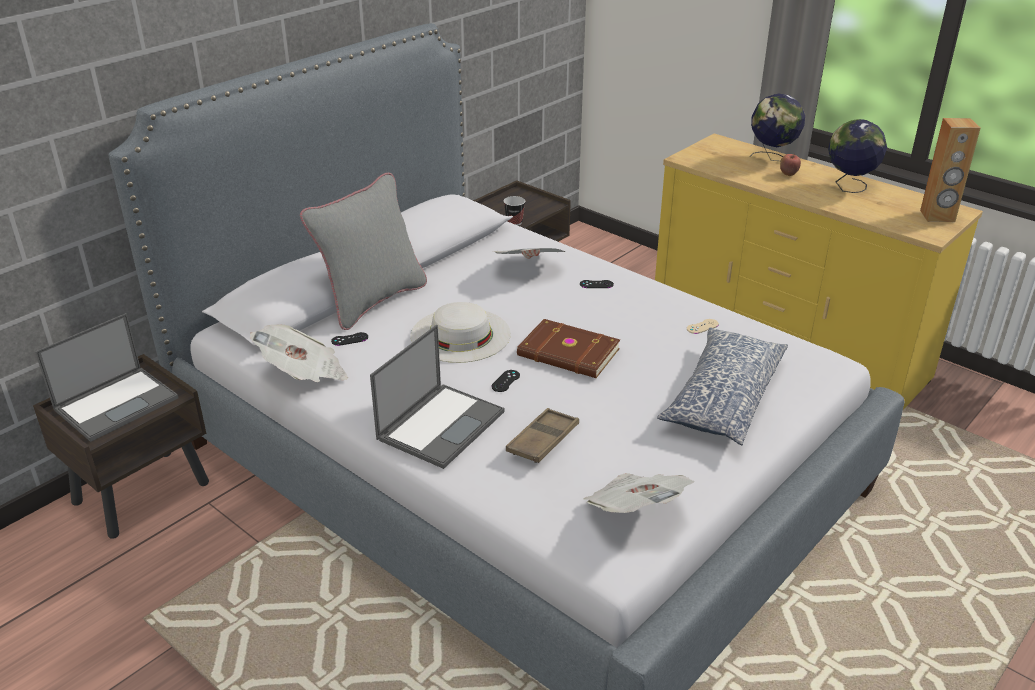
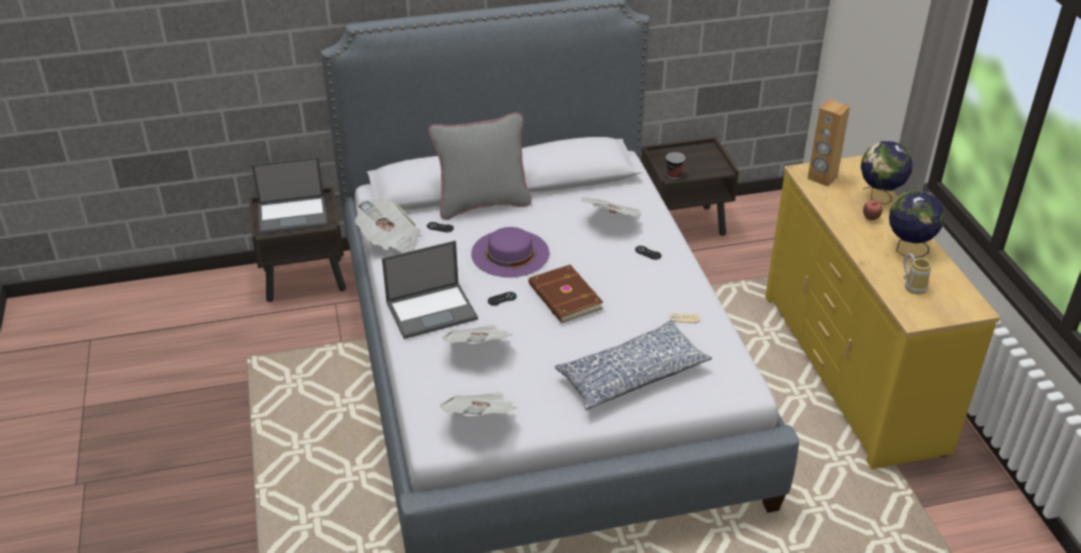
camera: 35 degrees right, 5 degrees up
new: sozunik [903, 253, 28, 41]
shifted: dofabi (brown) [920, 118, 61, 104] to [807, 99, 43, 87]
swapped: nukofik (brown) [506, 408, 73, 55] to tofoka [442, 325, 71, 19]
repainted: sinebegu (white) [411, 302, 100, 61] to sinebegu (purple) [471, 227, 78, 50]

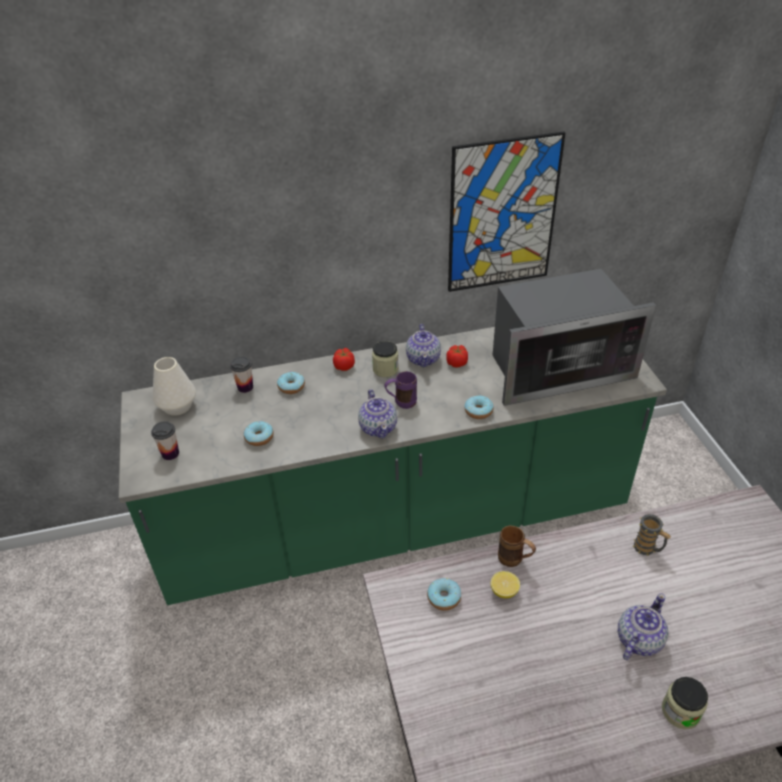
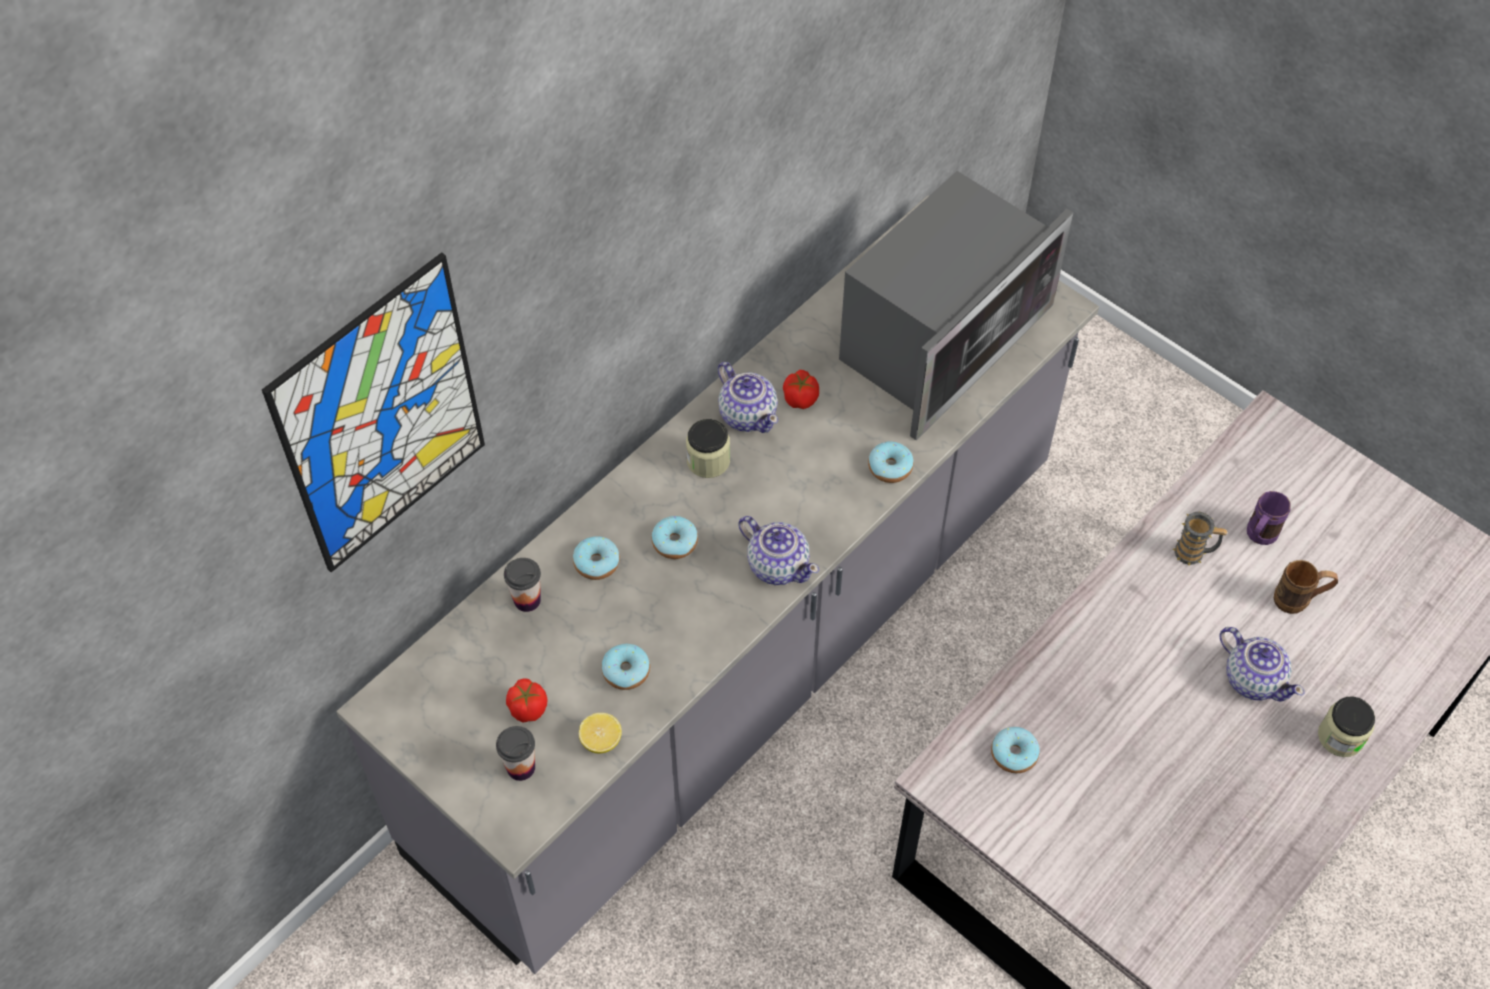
camera: 35 degrees left, 15 degrees up
gone: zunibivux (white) [152, 357, 44, 59]
new: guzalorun [652, 516, 46, 43]
shifted: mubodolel [333, 348, 22, 23] to [506, 678, 41, 45]; sozunik (purple) [384, 371, 33, 38] to [1247, 491, 44, 54]; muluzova [448, 131, 117, 161] to [262, 252, 223, 320]; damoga [491, 571, 29, 27] to [579, 713, 43, 41]; sozunik (brown) [498, 525, 38, 42] to [1274, 560, 64, 54]
repainted: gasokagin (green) [119, 327, 548, 278] to gasokagin (grey) [336, 196, 763, 778]
rotated: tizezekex [618, 593, 50, 67] = [1220, 627, 84, 75] 135 degrees clockwise

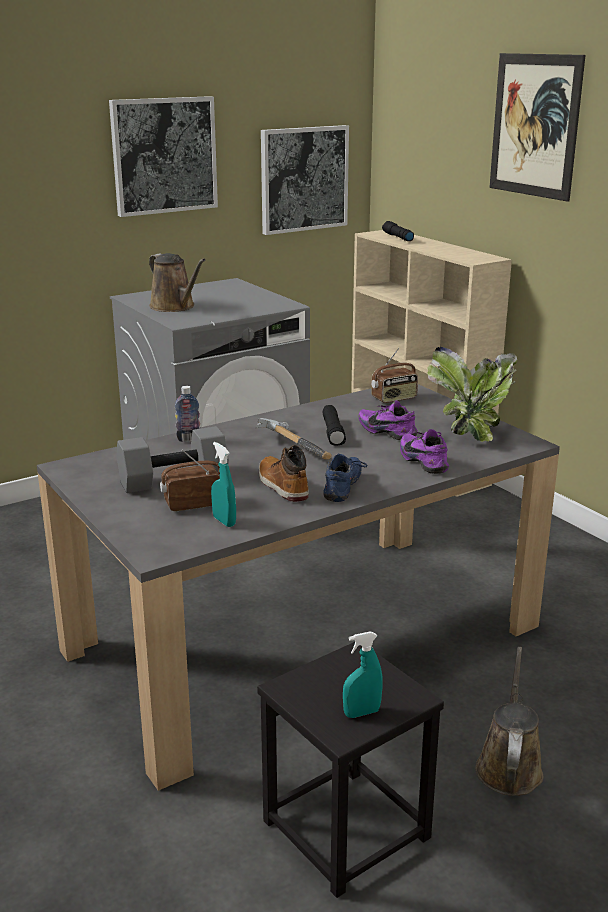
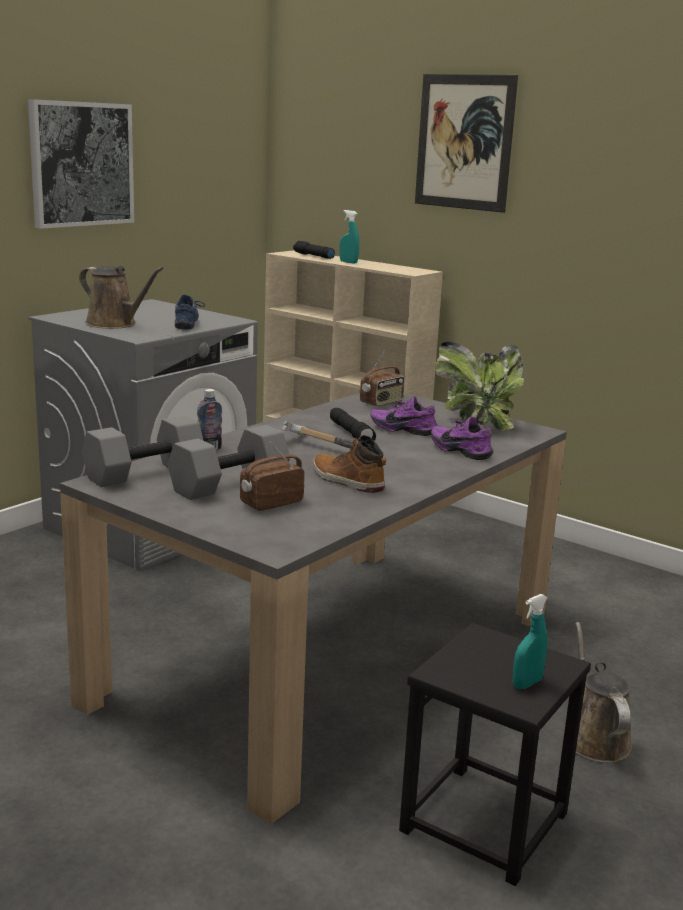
camera: 20 degrees left, 5 degrees down
gone: muluzova [261, 125, 88, 110]
new: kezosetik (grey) [82, 416, 122, 71]
shifted: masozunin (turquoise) [211, 442, 25, 85] to [339, 210, 20, 53]; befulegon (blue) [323, 453, 44, 49] to [175, 294, 30, 36]

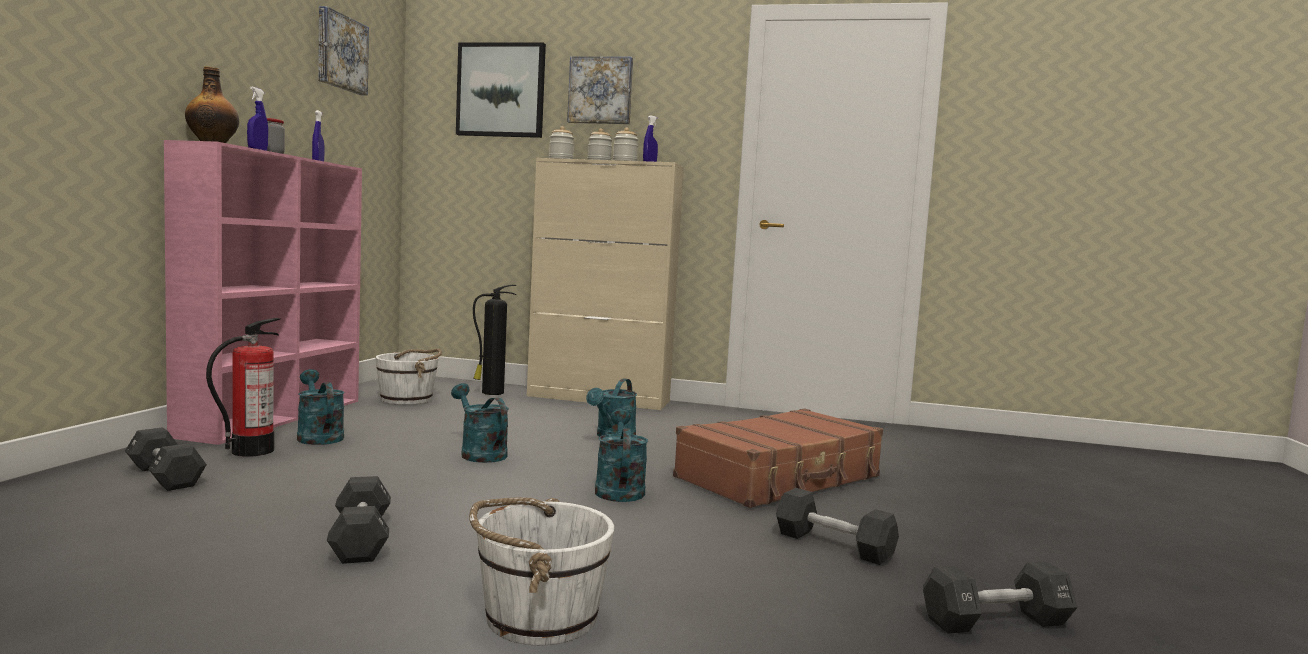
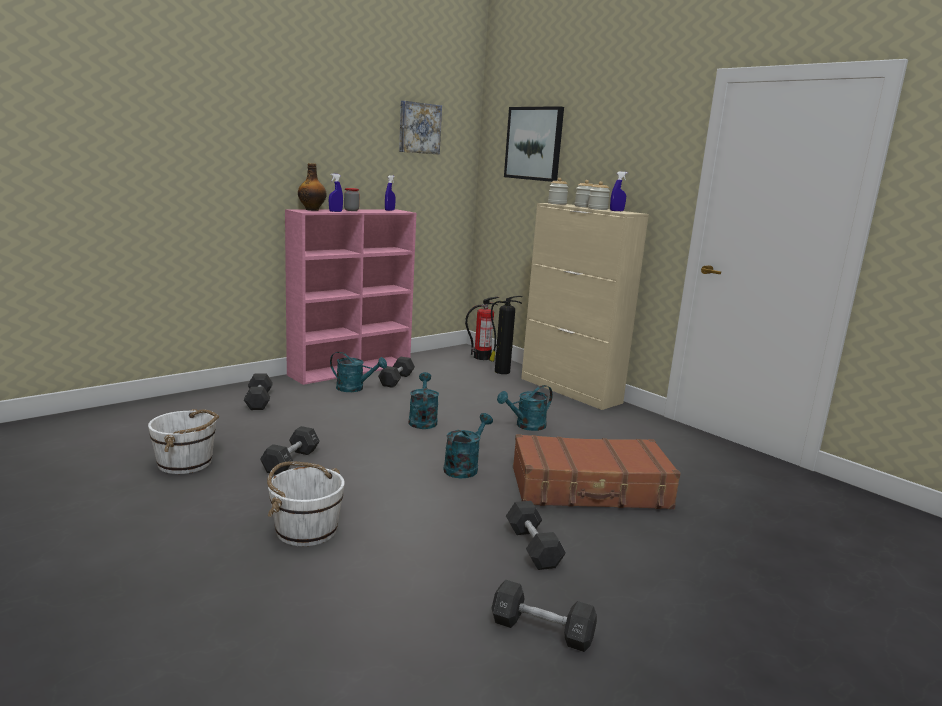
camera: 35 degrees right, 10 degrees up
gone: muluzova [567, 56, 66, 68]
new: kezosetik (black) [378, 357, 37, 31]
shifted: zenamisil [206, 318, 75, 139] to [465, 297, 34, 63]; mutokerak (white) [375, 349, 67, 56] to [148, 409, 71, 65]
rotated: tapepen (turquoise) [297, 369, 48, 76] = [330, 352, 57, 40] 105 degrees clockwise

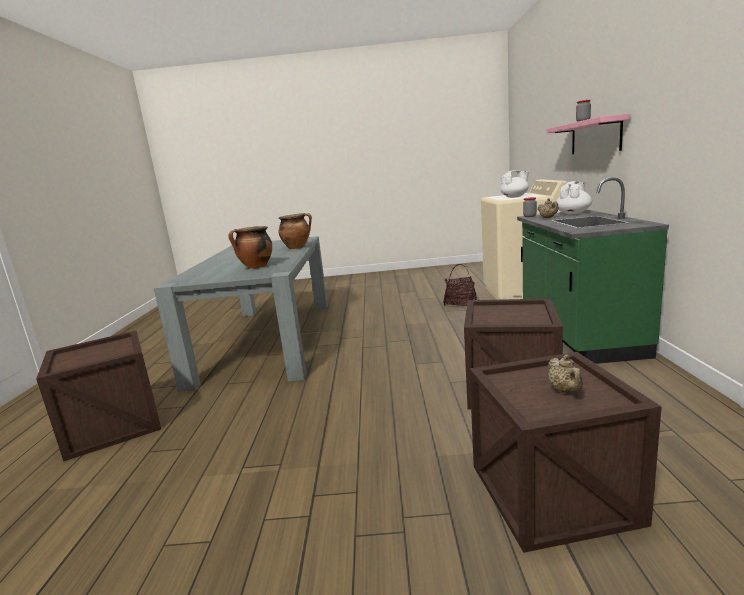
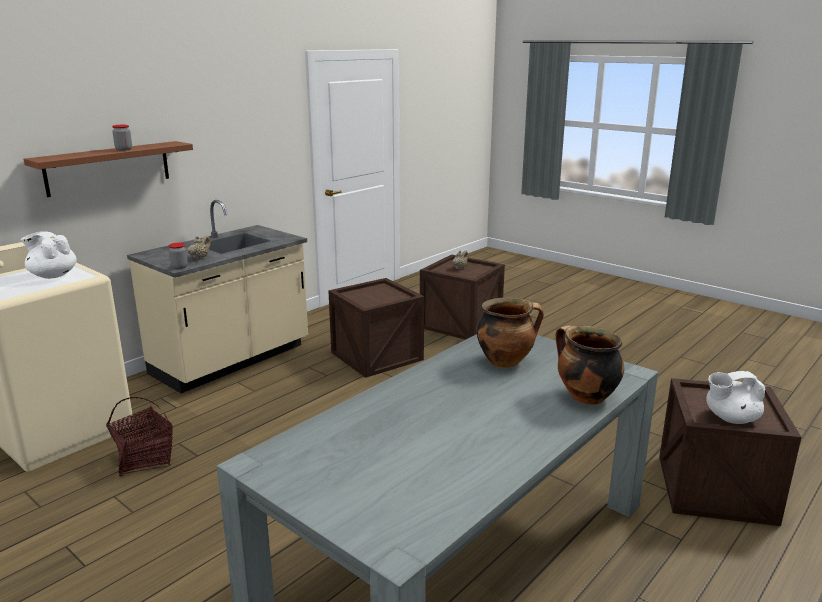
camera: 140 degrees left, 5 degrees up
shifted: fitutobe [278, 213, 34, 36] to [556, 325, 68, 80]; tizezekex (white) [557, 181, 35, 33] to [706, 371, 59, 53]
repainted: gasokagin (green) [517, 177, 152, 187] to gasokagin (beige) [127, 200, 181, 193]; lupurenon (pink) [547, 113, 83, 41] to lupurenon (brown) [24, 141, 169, 56]

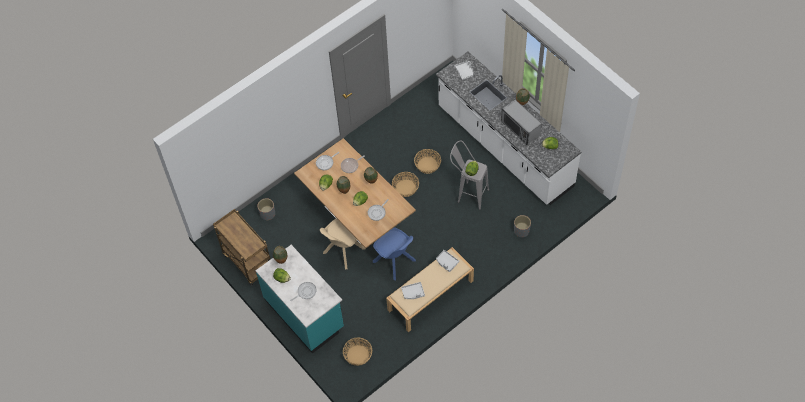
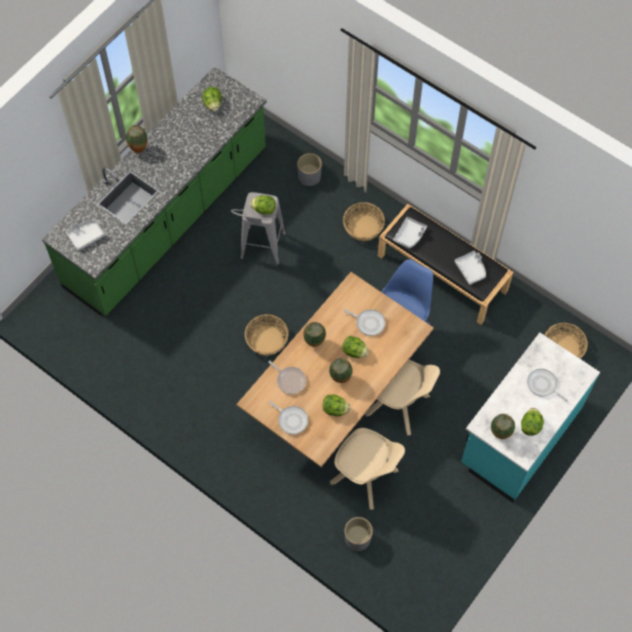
camera: 105 degrees left, 5 degrees up
gone: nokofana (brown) [213, 209, 57, 77]; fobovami [501, 100, 41, 45]
new: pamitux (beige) [330, 428, 75, 82]
shifted: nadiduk [414, 149, 27, 25] to [343, 202, 42, 39]
repainted: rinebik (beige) [386, 247, 88, 85] to rinebik (black) [378, 204, 135, 121]; gasokagin (white) [436, 52, 145, 153] to gasokagin (green) [42, 66, 225, 250]

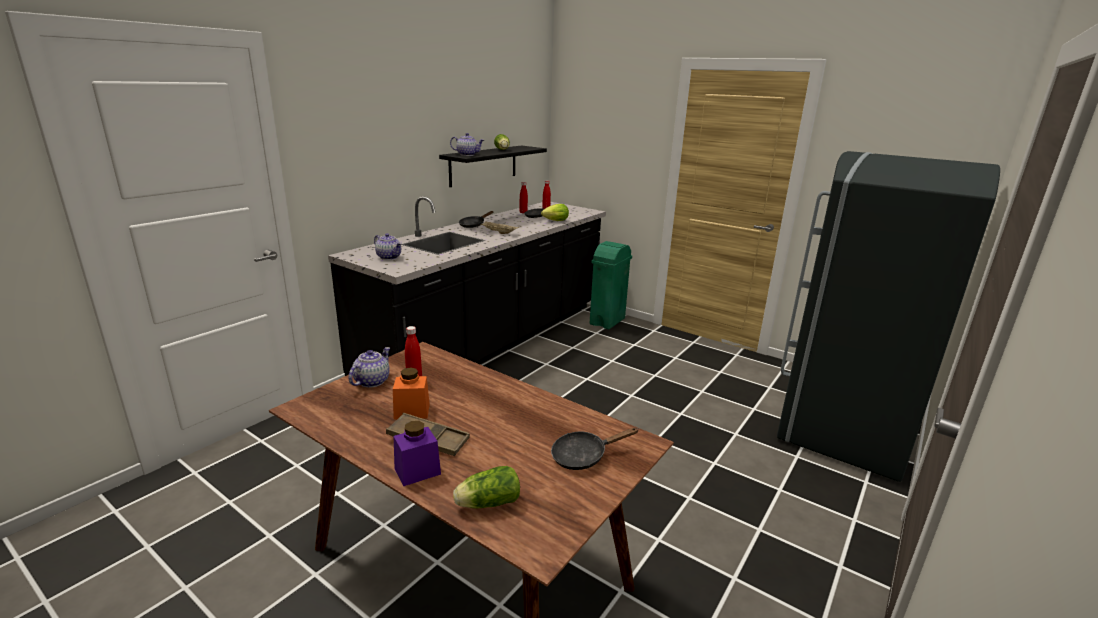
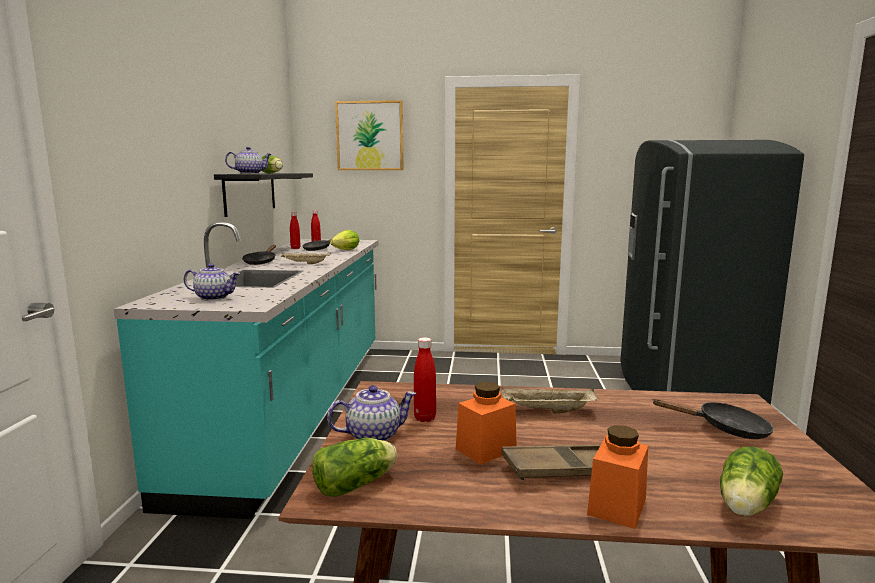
camera: 30 degrees left, 10 degrees down
gone: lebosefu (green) [590, 241, 42, 88]
new: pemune [312, 438, 85, 59]; muluzova [335, 100, 69, 70]; nukofik (beige) [502, 388, 96, 25]
repainted: gasokagin (black) [328, 196, 278, 180] to gasokagin (turquoise) [114, 222, 264, 297]; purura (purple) [394, 421, 47, 65] to purura (orange) [587, 425, 61, 104]
rotated: tizezekex [348, 347, 42, 40] = [327, 385, 89, 56] 75 degrees clockwise; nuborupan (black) [551, 427, 87, 43] = [653, 399, 121, 40] 120 degrees counterclockwise

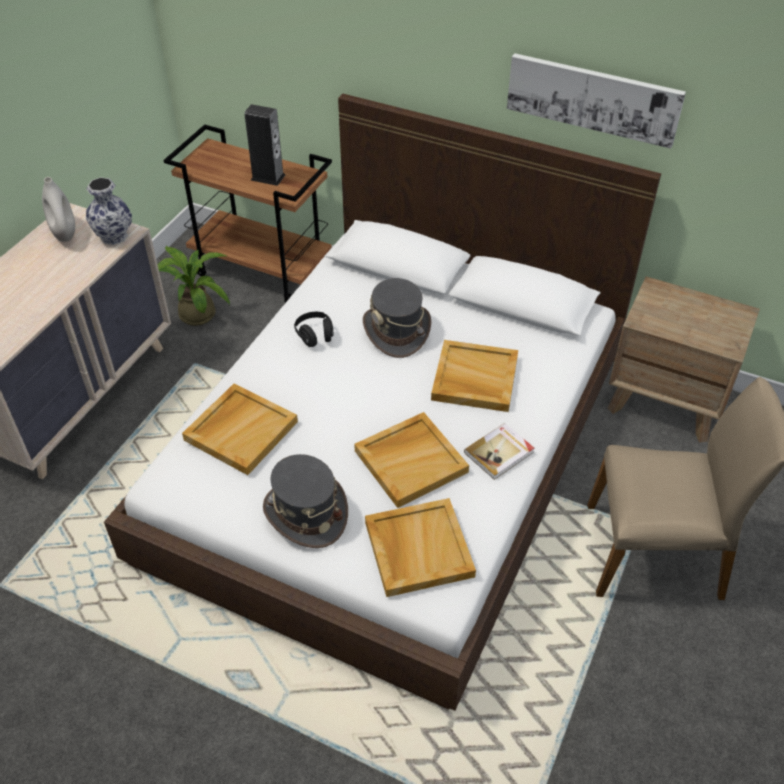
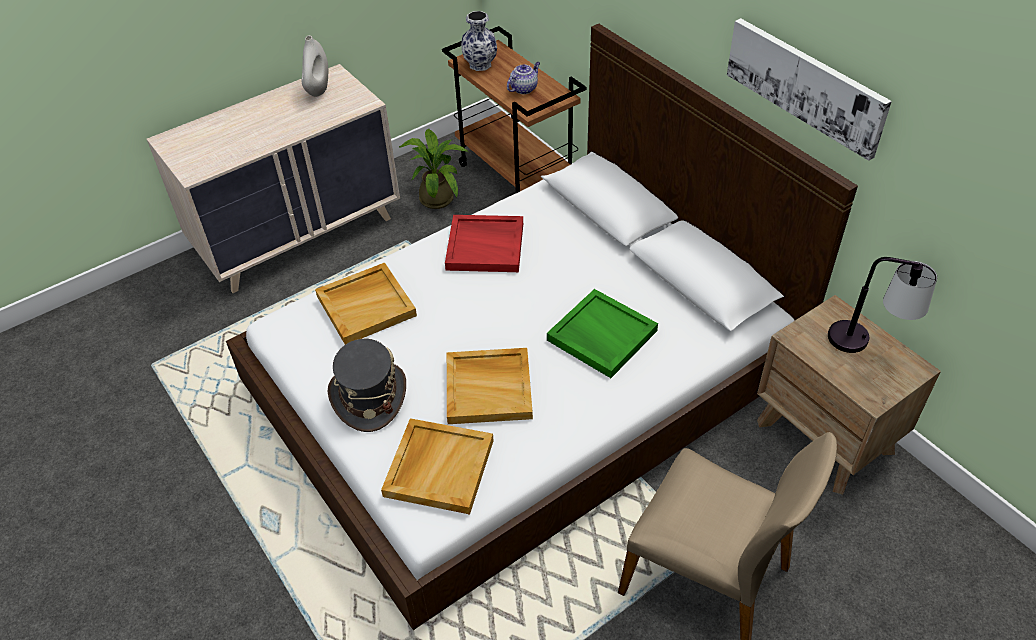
camera: 30 degrees right, 0 degrees up
gone: sinebegu (grey) [363, 278, 68, 80]; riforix [464, 423, 70, 57]
new: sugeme [828, 257, 109, 96]
shifted: zunibivux [86, 177, 46, 68] to [461, 11, 36, 60]
swapped: dofabi [245, 104, 40, 82] to tizezekex [507, 62, 33, 32]; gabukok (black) [294, 312, 40, 35] to nukofik (red) [445, 215, 78, 57]
repainted: nukofik (beige) [431, 340, 87, 72] to nukofik (green) [547, 289, 111, 89]

